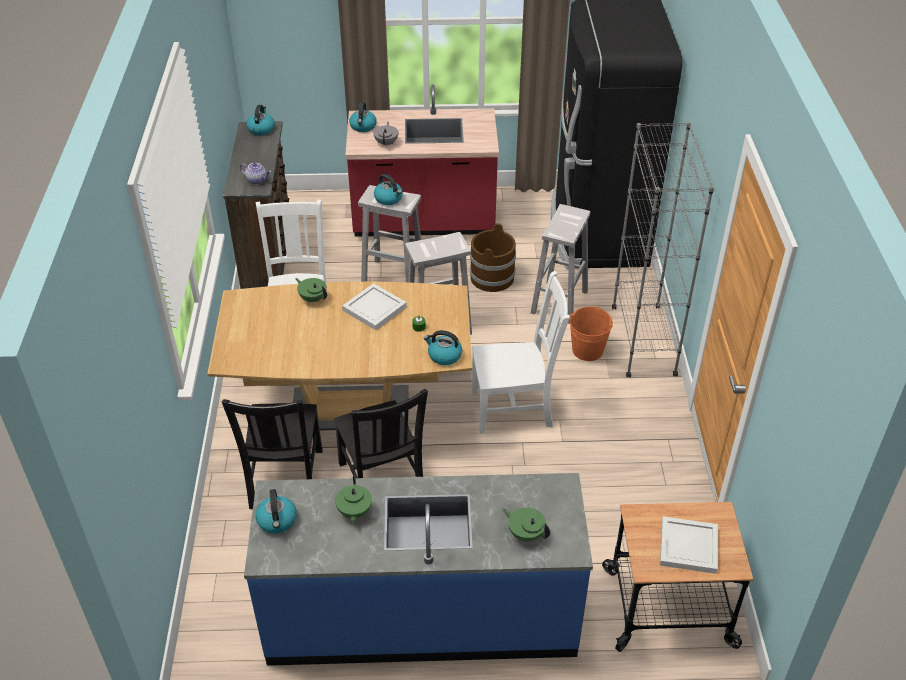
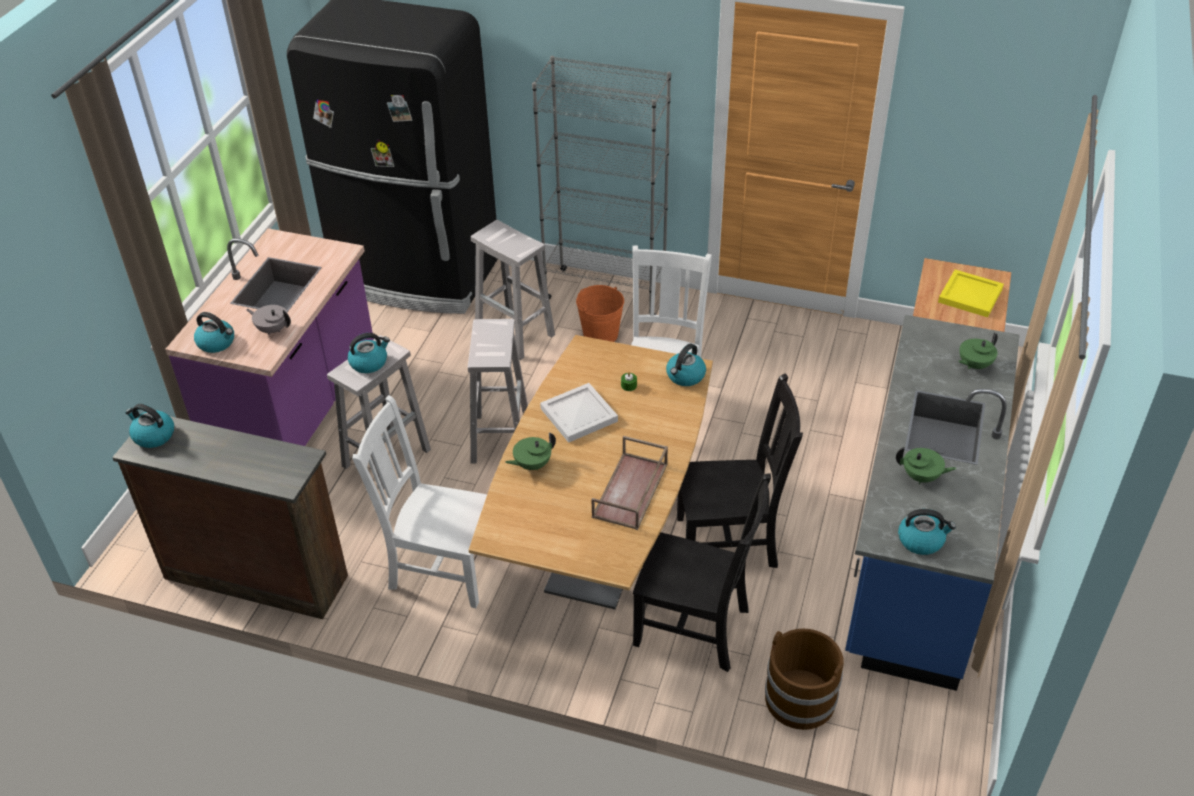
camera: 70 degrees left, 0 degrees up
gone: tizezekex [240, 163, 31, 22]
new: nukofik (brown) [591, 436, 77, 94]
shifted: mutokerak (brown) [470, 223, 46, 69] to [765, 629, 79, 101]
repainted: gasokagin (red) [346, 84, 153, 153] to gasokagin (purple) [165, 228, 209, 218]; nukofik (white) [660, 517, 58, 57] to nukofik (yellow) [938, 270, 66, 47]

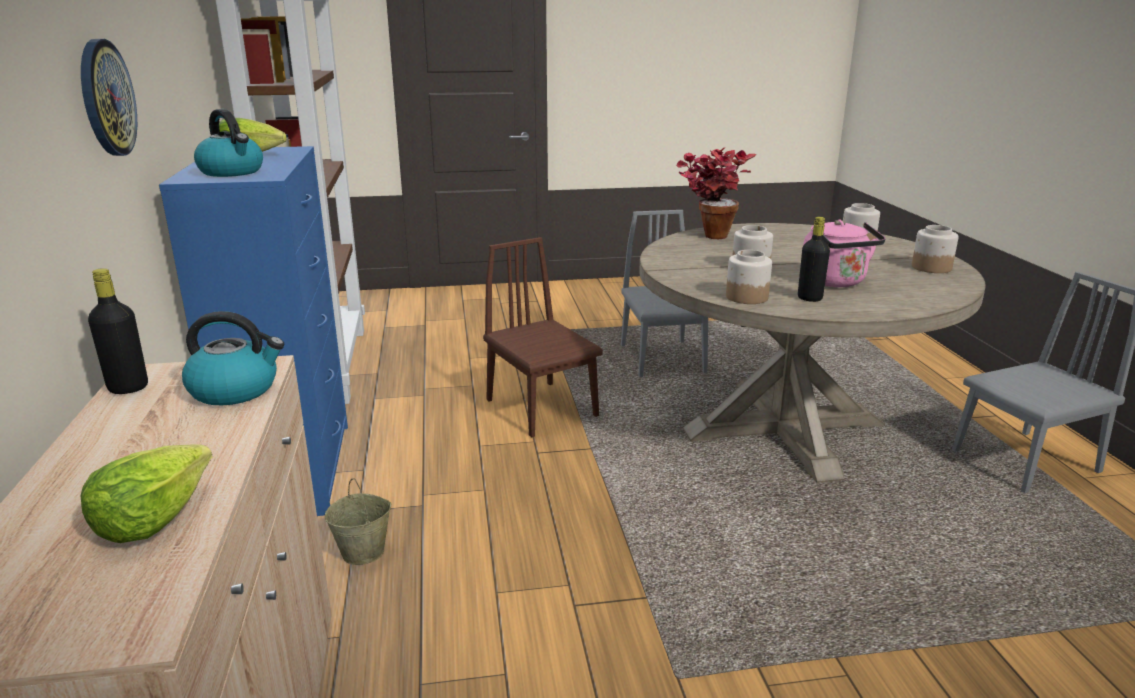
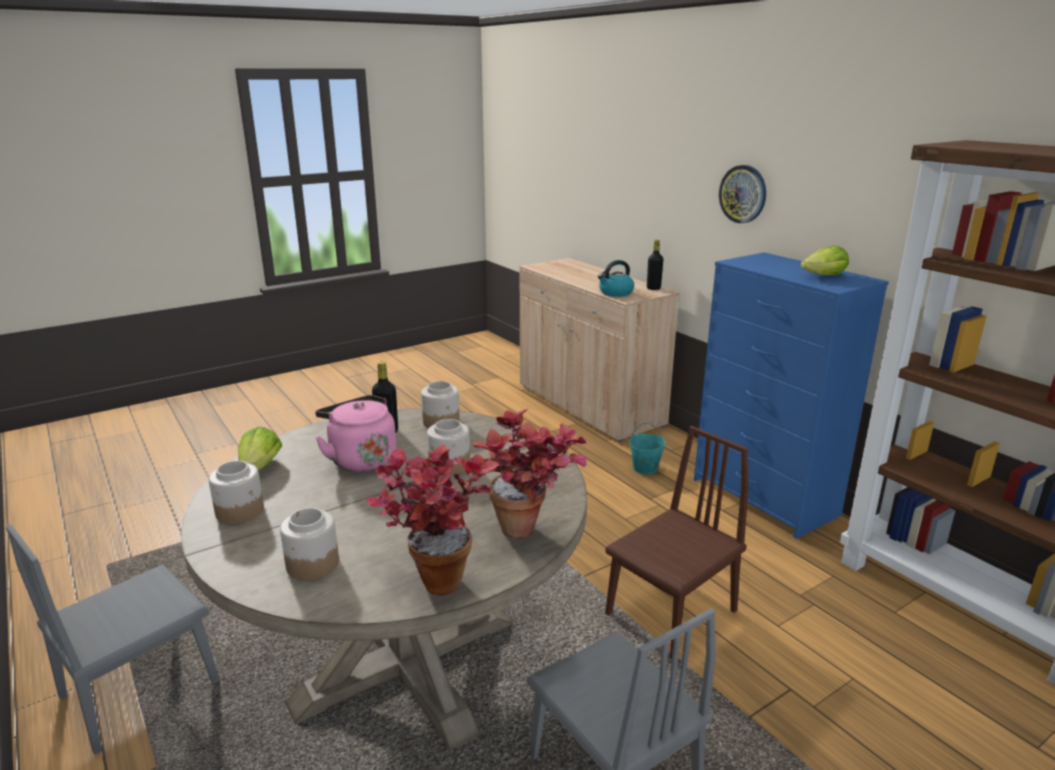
camera: 155 degrees right, 0 degrees up
gone: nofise [194, 109, 69, 68]
new: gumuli [366, 444, 133, 152]
shifted: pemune [81, 444, 132, 99] to [238, 426, 44, 44]
repainted: mutokerak (beige) [325, 478, 66, 87] to mutokerak (turquoise) [630, 422, 36, 53]
rotated: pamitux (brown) [483, 237, 120, 200] = [605, 426, 144, 232] 75 degrees counterclockwise

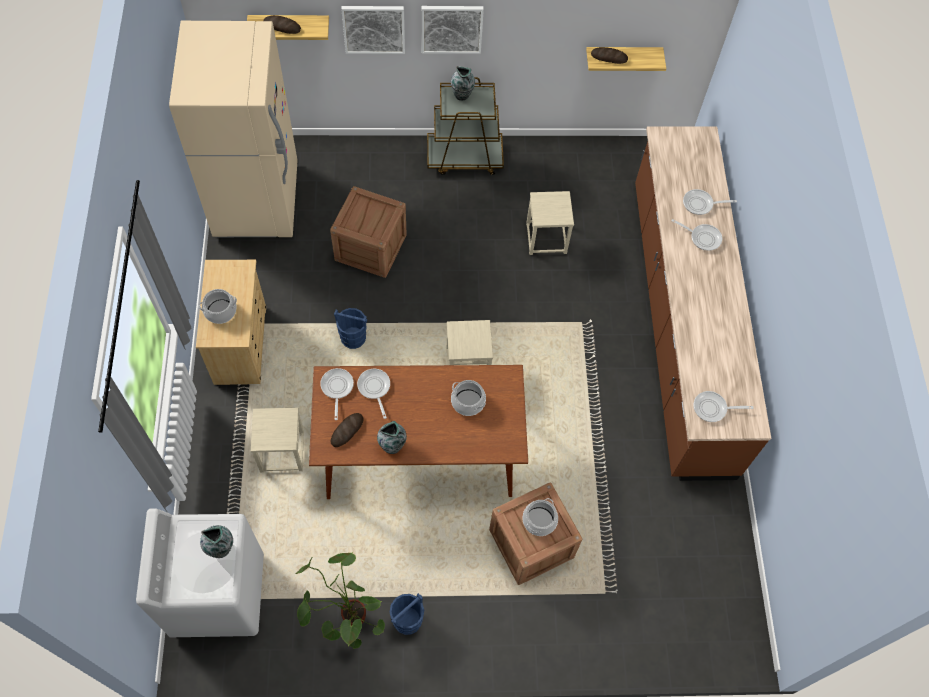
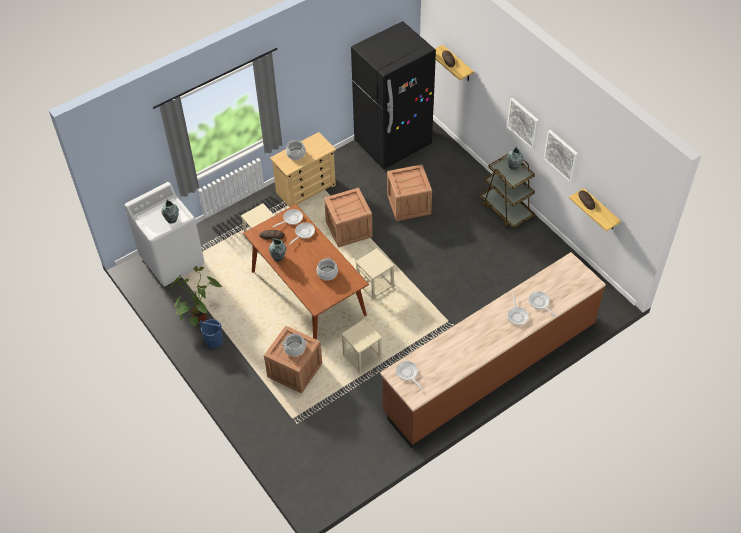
camera: 60 degrees right, 10 degrees down
shifted: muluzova [341, 6, 64, 48] to [544, 130, 34, 52]; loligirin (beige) [526, 191, 48, 64] to [341, 319, 41, 54]
swapped: mutokerak (blue) [334, 308, 33, 41] to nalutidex [324, 188, 49, 59]
repainted: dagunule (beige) [169, 21, 129, 216] to dagunule (black) [351, 21, 85, 148]

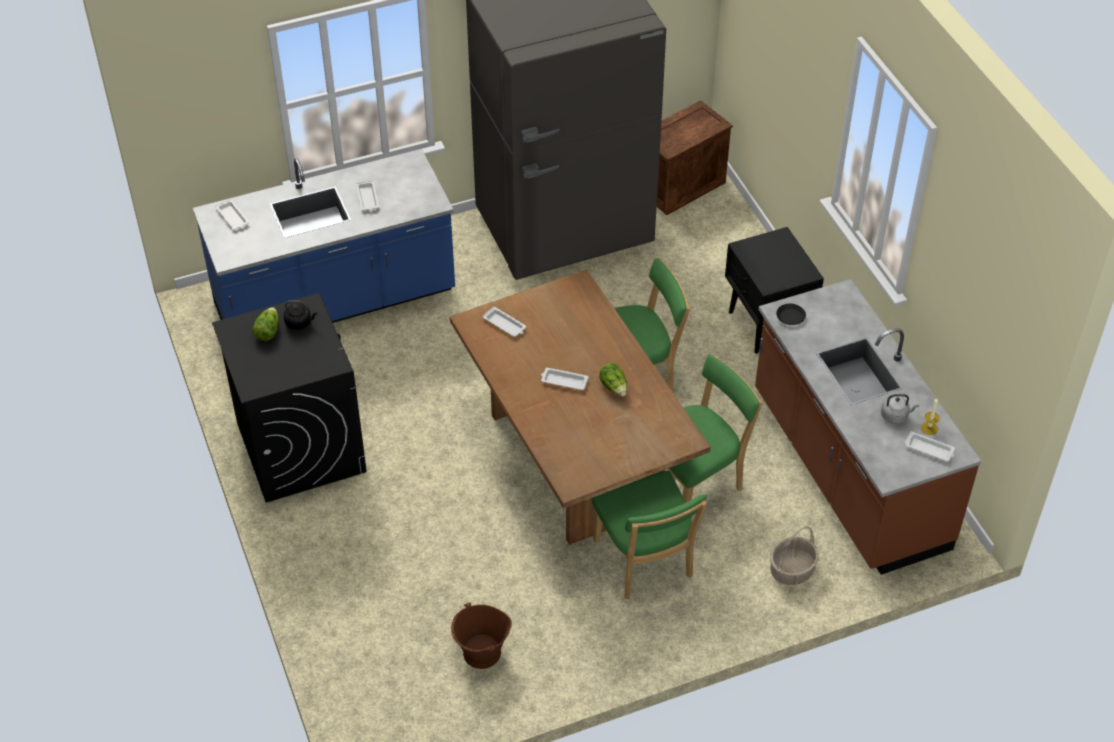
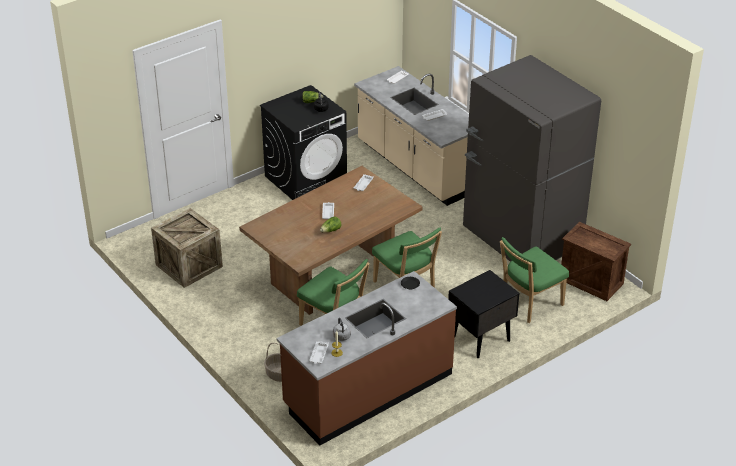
camera: 75 degrees right, 10 degrees down
shifted: pamitux (green) [592, 471, 115, 128] to [500, 237, 69, 86]
swapped: mutokerak (brown) [451, 603, 61, 66] to nalutidex [151, 208, 72, 80]
repainted: gasokagin (blue) [193, 149, 262, 174] to gasokagin (beige) [354, 66, 115, 140]

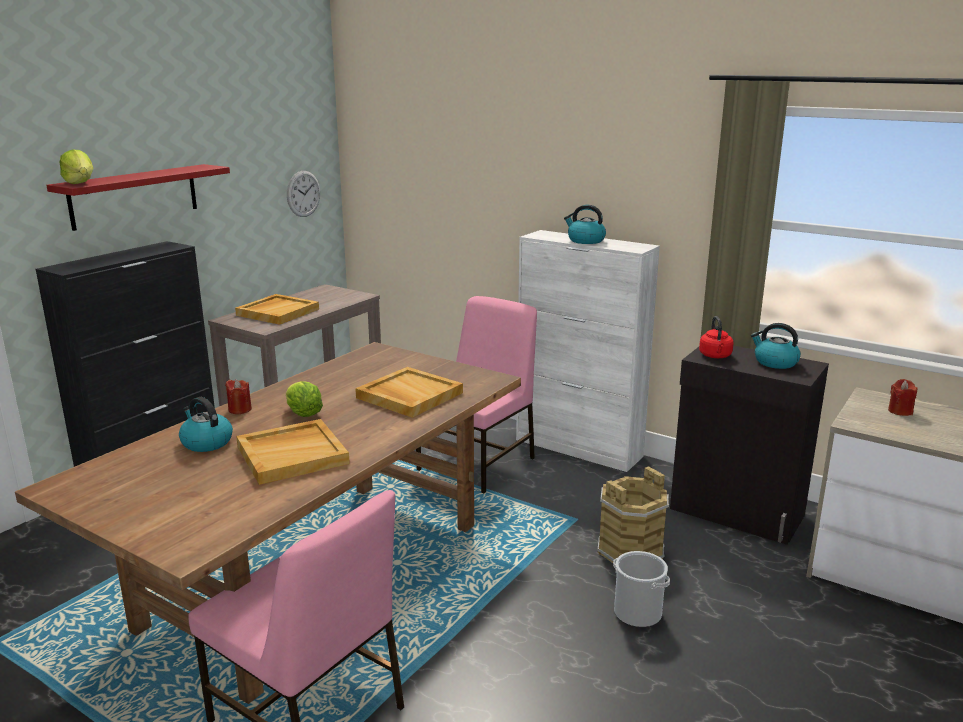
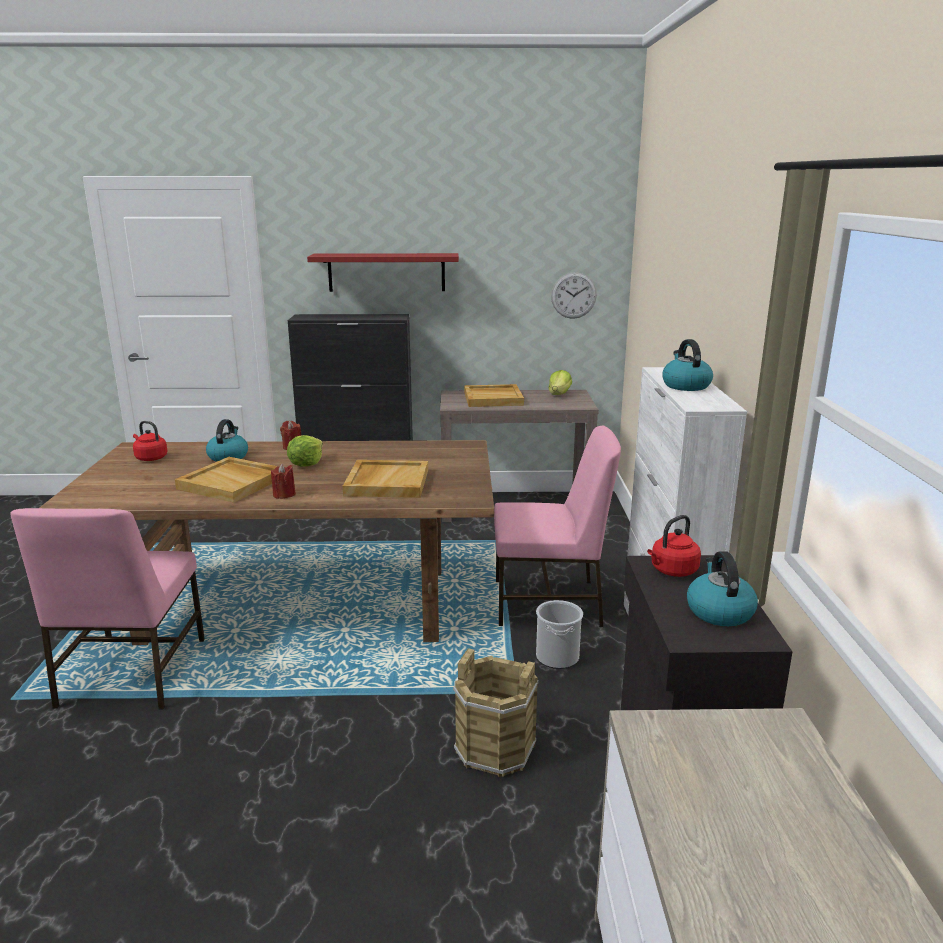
camera: 55 degrees right, 0 degrees up
new: nofise (red) [133, 421, 34, 40]
shifted: pemune [60, 150, 34, 34] to [549, 370, 23, 25]; mutokerak [613, 551, 57, 77] to [536, 600, 47, 69]; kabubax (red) [888, 379, 29, 37] to [271, 464, 25, 35]

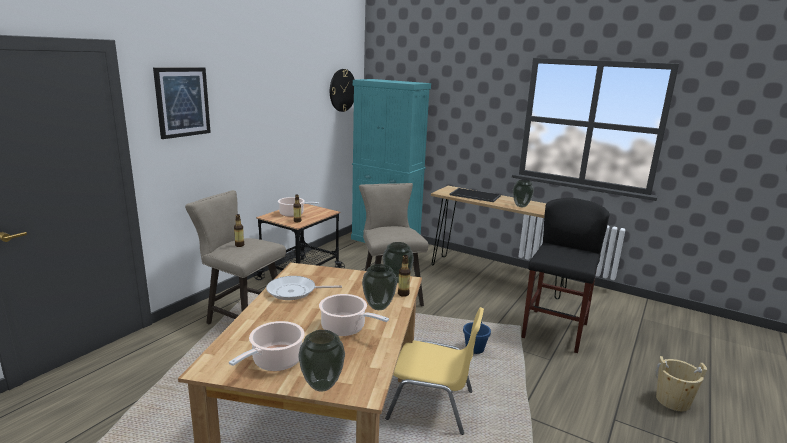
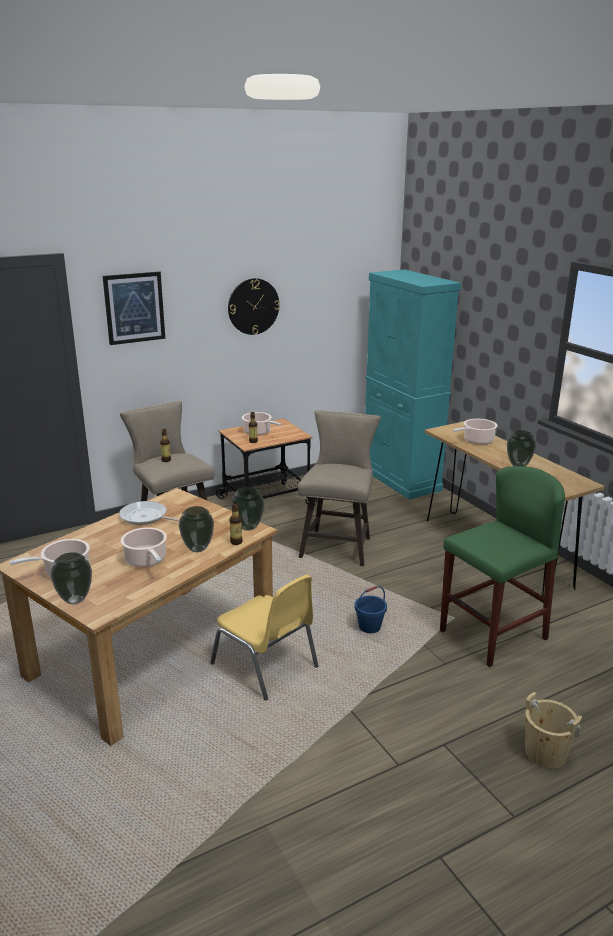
camera: 30 degrees right, 5 degrees up
shifted: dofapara [330, 69, 25, 43] to [228, 278, 52, 57]
swapped: nukofik [449, 188, 52, 14] to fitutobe [453, 419, 45, 26]
repainted: loligirin (black) [521, 198, 88, 155] to loligirin (green) [440, 466, 125, 201]

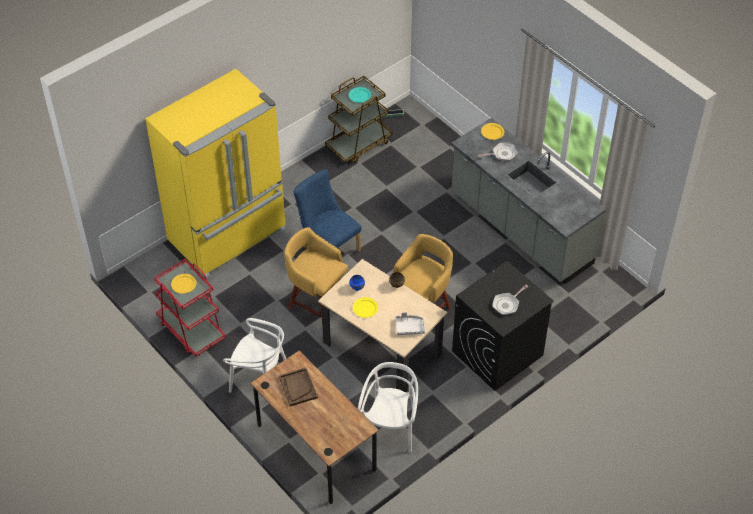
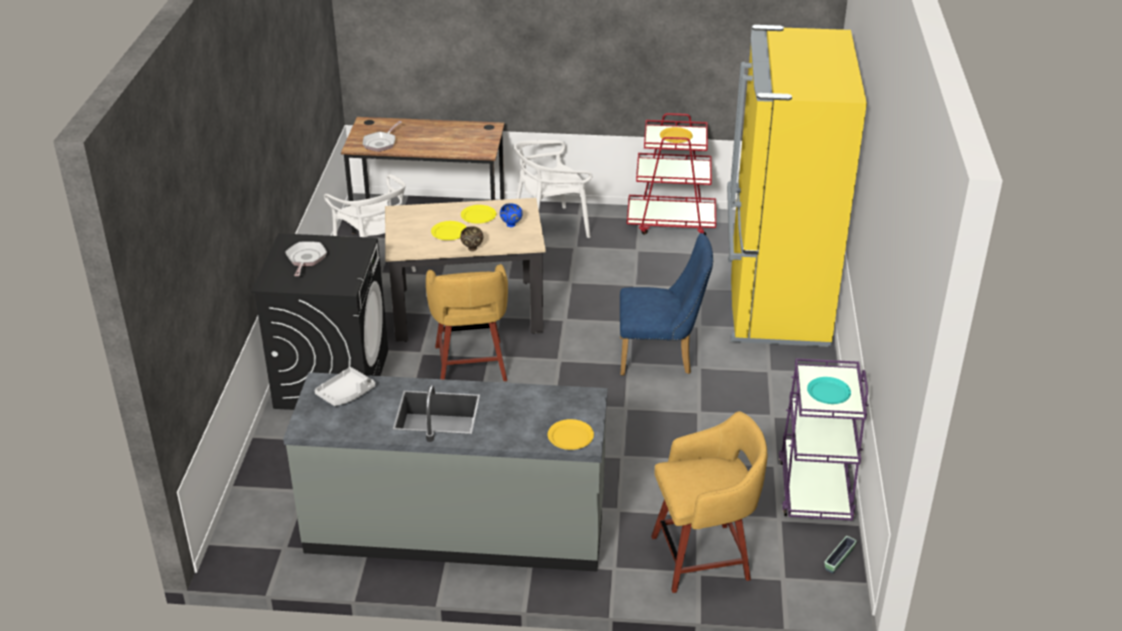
camera: 135 degrees right, 15 degrees down
gone: nukofik (brown) [279, 368, 39, 38]
new: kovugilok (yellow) [431, 221, 35, 19]
shifted: loligirin (yellow) [284, 227, 64, 91] to [651, 411, 117, 182]; nukofik (grey) [395, 312, 30, 23] to [314, 367, 62, 39]; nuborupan [478, 142, 40, 19] to [363, 121, 39, 31]
repainted: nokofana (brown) [325, 76, 67, 87] to nokofana (purple) [779, 358, 90, 162]

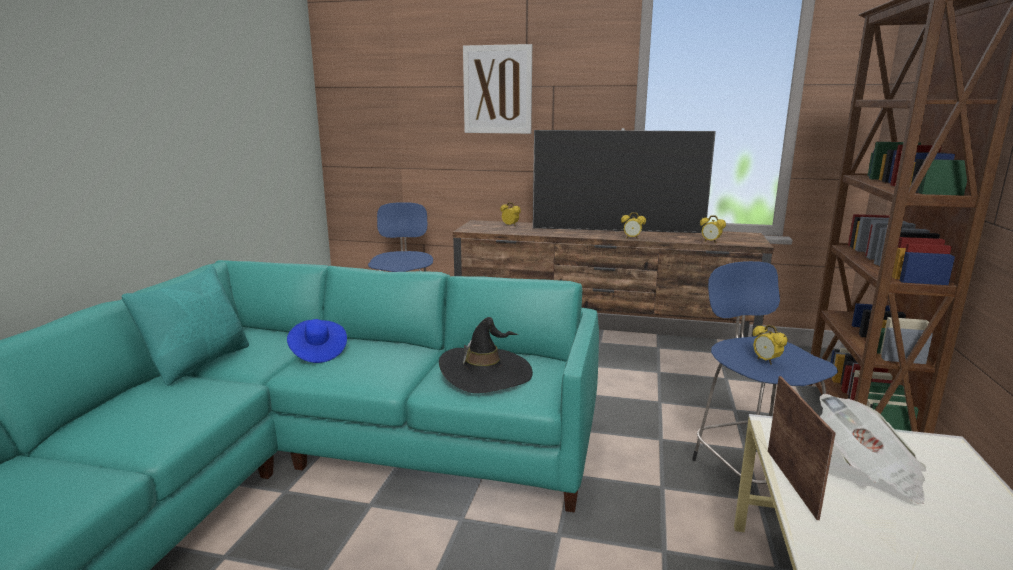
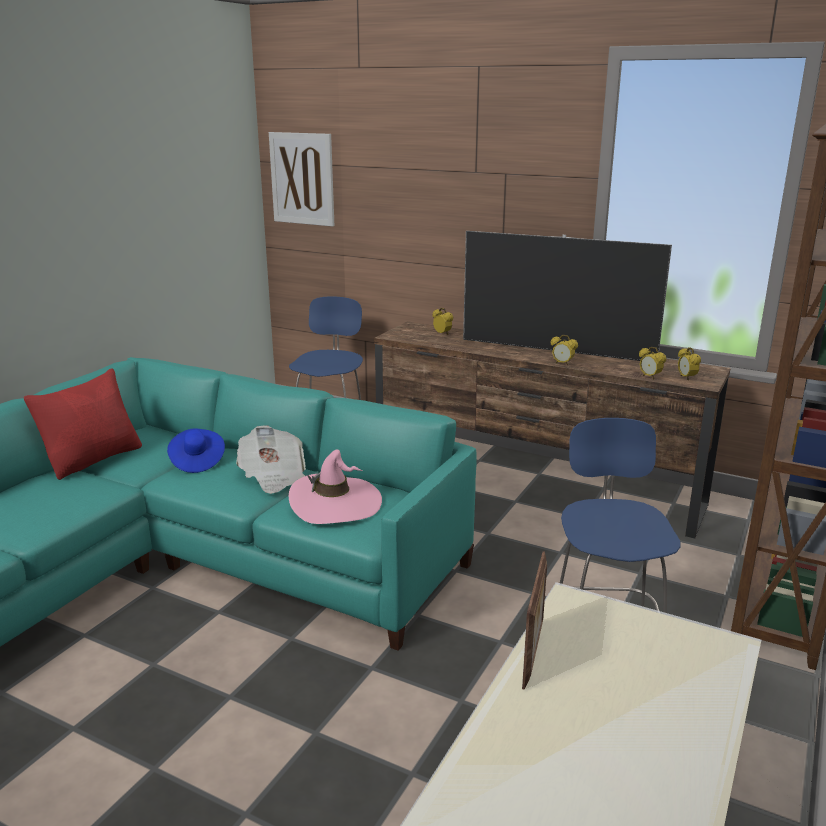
camera: 15 degrees right, 5 degrees up
shifted: muluzova [463, 44, 69, 90] to [269, 132, 65, 95]; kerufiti [753, 325, 35, 40] to [678, 347, 23, 33]; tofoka [820, 394, 106, 110] to [236, 425, 70, 69]
repainted: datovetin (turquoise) [122, 265, 127, 121] to datovetin (red) [24, 368, 118, 112]; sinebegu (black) [439, 317, 94, 77] to sinebegu (pink) [289, 450, 93, 74]

